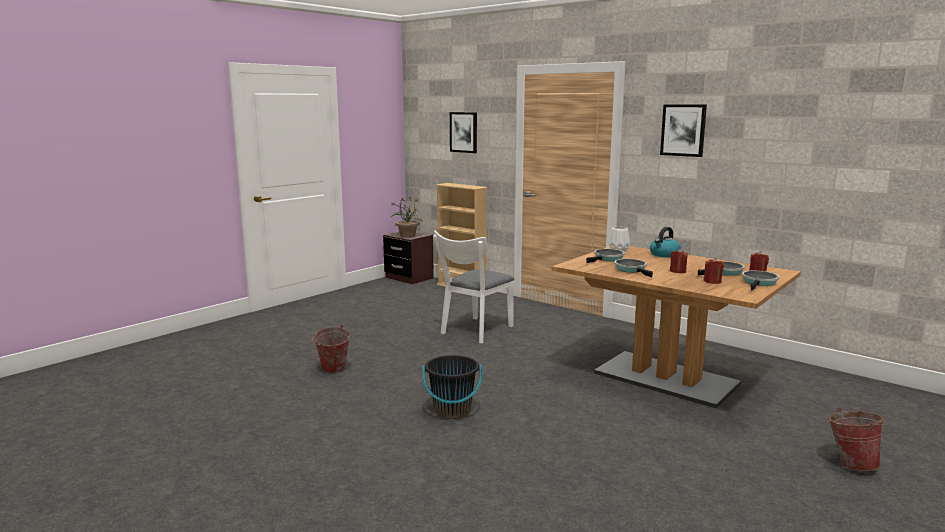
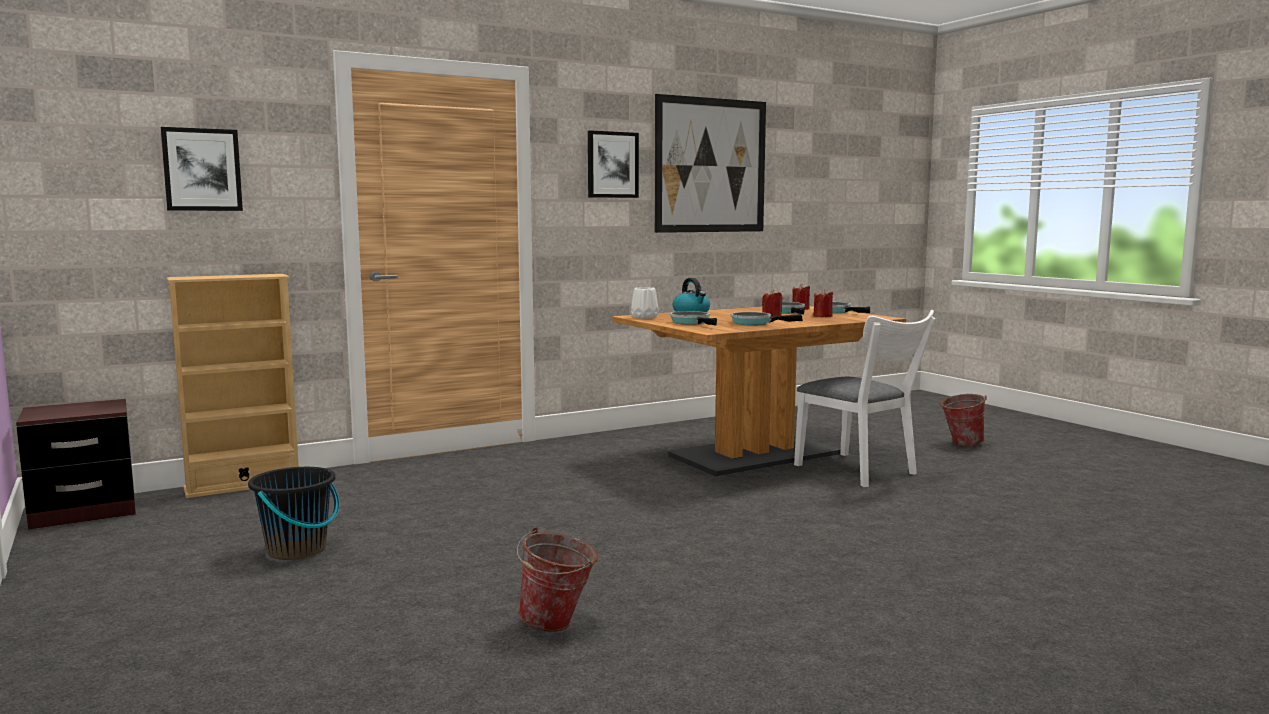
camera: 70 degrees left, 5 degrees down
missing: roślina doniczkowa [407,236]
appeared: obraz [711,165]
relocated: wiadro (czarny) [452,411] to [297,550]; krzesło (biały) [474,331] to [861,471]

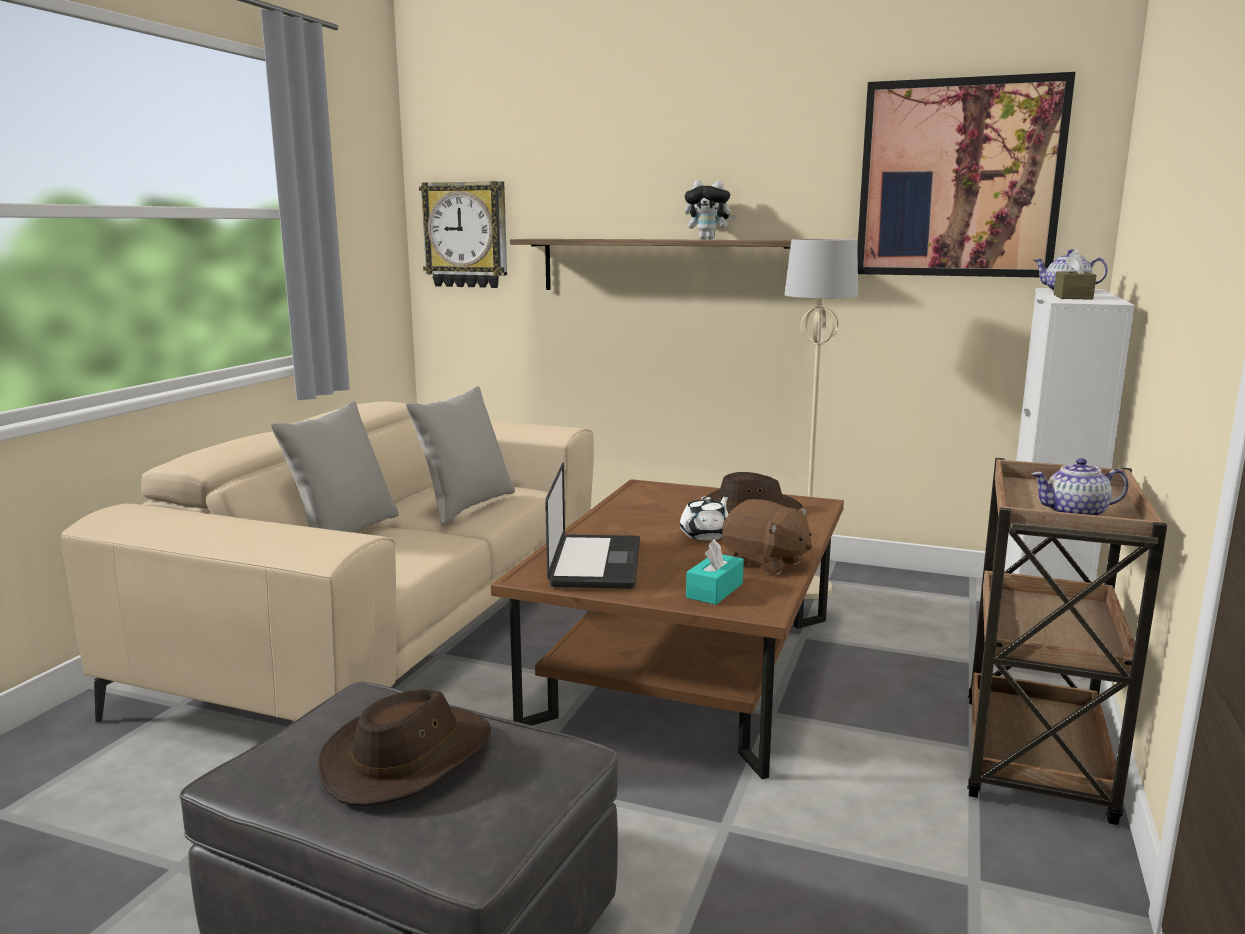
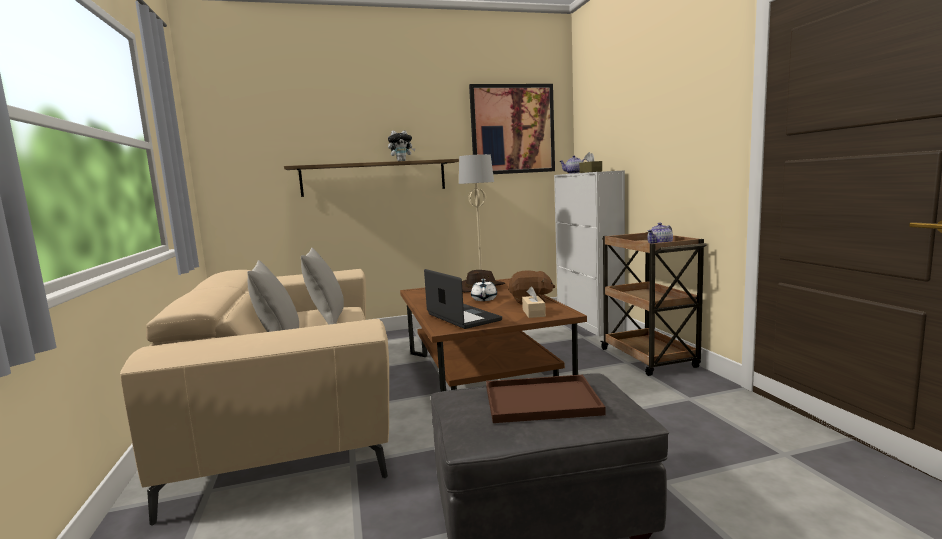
camera: 35 degrees left, 5 degrees down
missing: zegar ścienny [466,235]
exchanged: kapelusz (brązowy) [408,758] to taca (brązowy) [539,401]
colour: pudełko chusteczek (turkusowy) [714,590] to pudełko chusteczek (beżowy) [533,313]

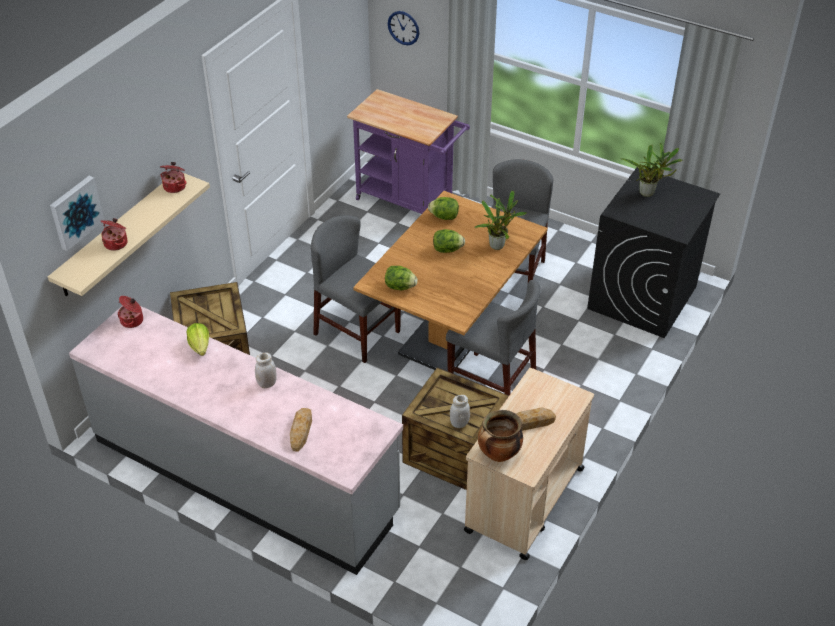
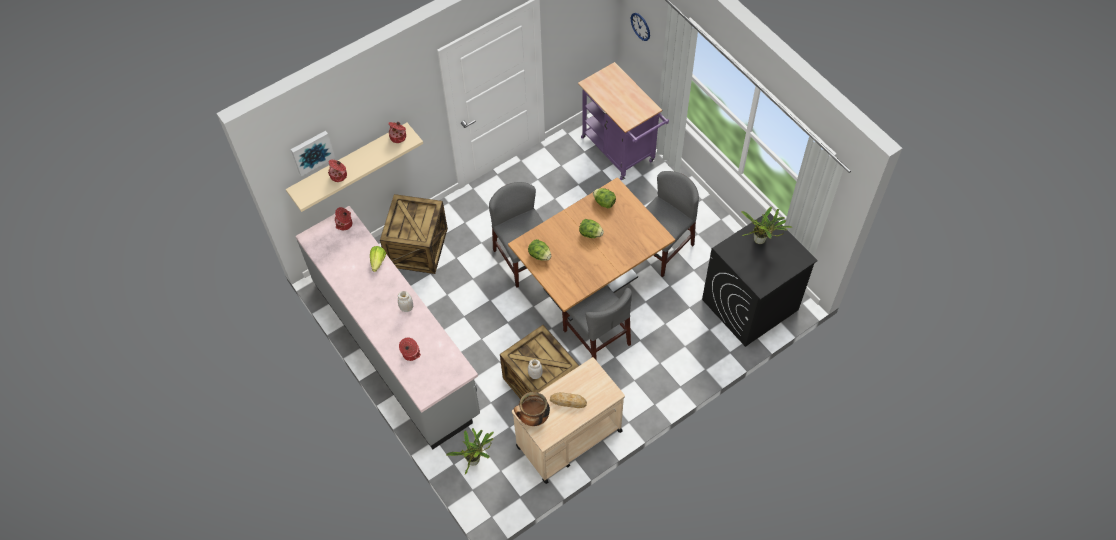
camera: 25 degrees right, 15 degrees up
relocated: roślina doniczkowa [498,245] to [475,460]
exchanged: chleb [301,431] to garnek [410,354]

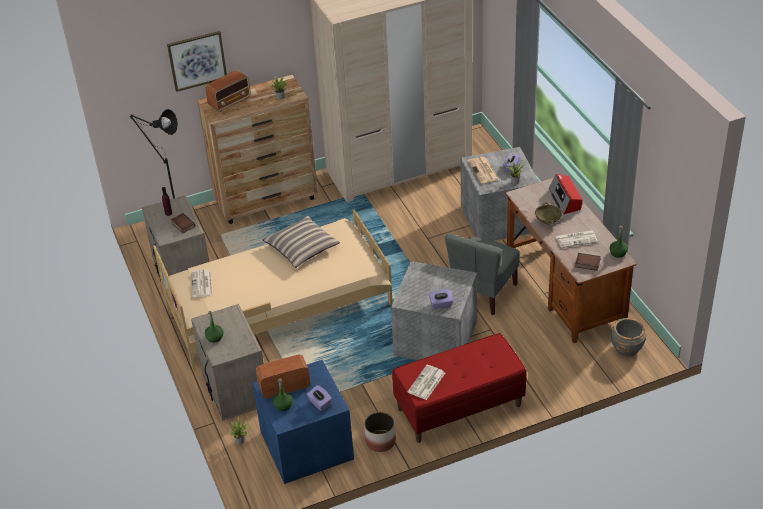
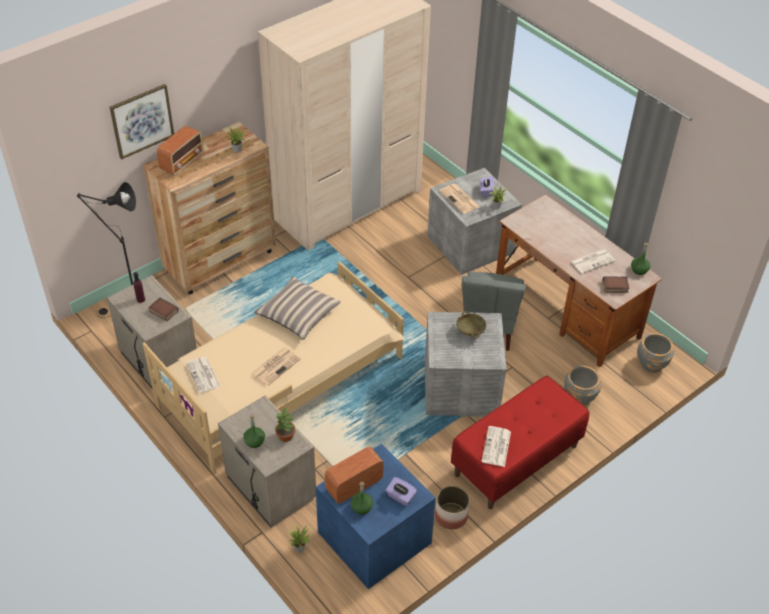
camera: 20 degrees left, 5 degrees up
missing: pudełko chusteczek (fioletowy) [441,304]; radio [565,199]
appeared: gazeta [276,366]; roślina doniczkowa [285,436]; donica (szary) [579,396]
relocated: miska (beżowy) [547,221] to [470,332]

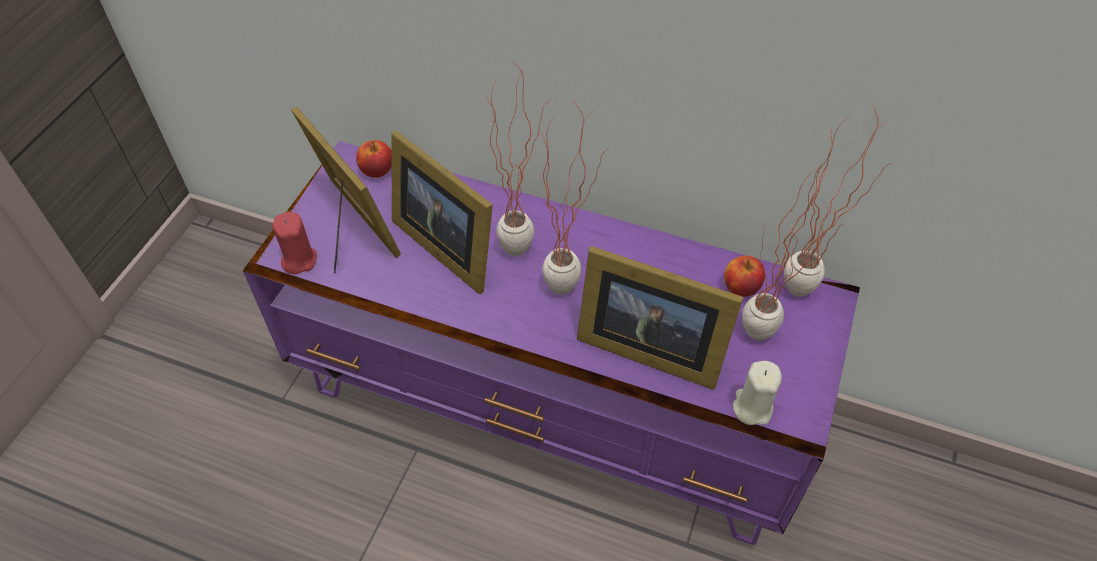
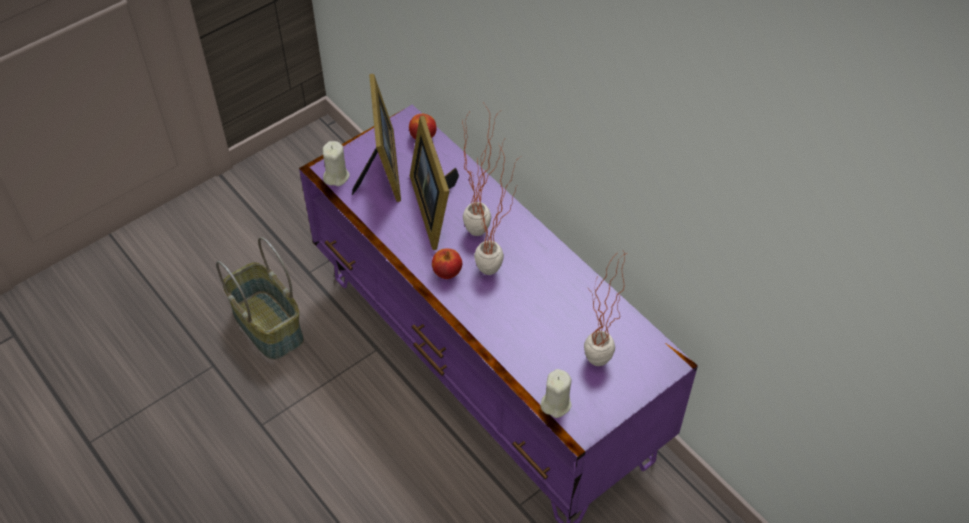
camera: 30 degrees right, 0 degrees up
missing: ramka na zdjęcie [646,346]; roślina doniczkowa [808,288]
appeared: koszyk [269,325]
relocated: jabłko [740,288] to [447,272]
colour: świeca (czerwony) [299,260] to świeca (beżowy) [336,176]

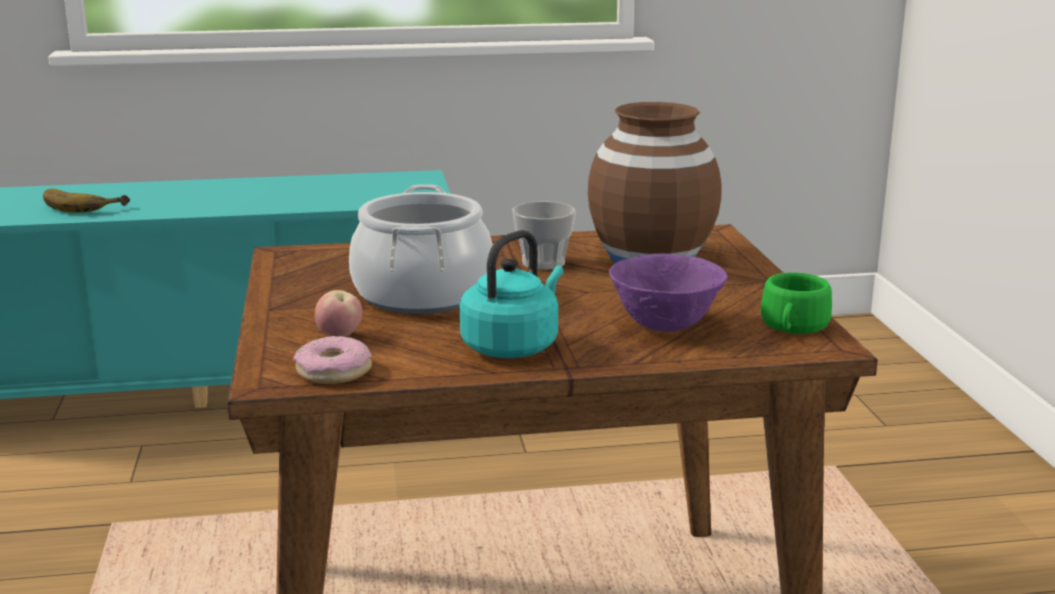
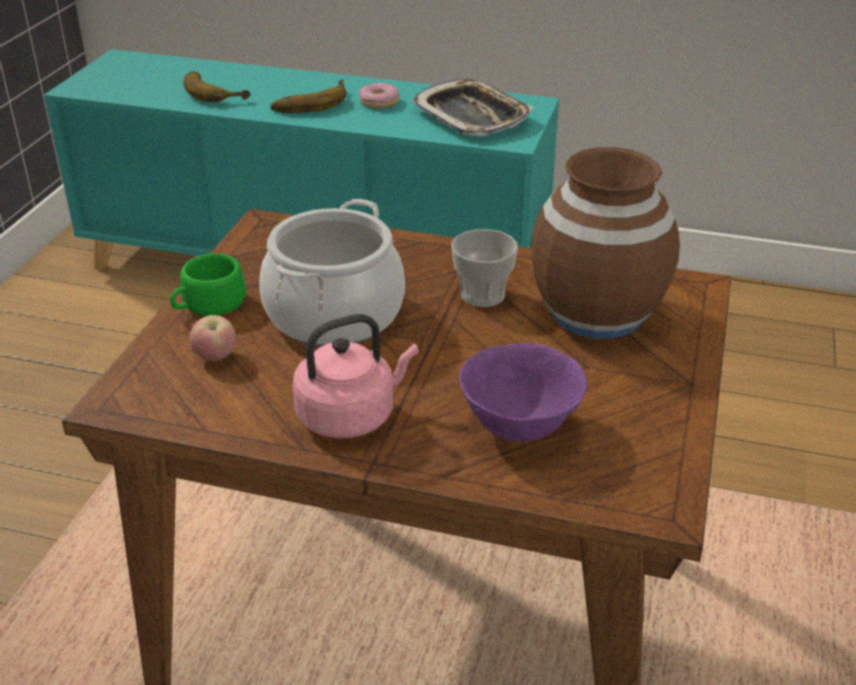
camera: 25 degrees right, 15 degrees up
appeared: banan [309,102]; taca [472,116]
relocated: donut [334,372] to [379,102]; filiżanka (zielony) [792,327] to [208,305]
colour: czajnik (turkusowy) [513,346] to czajnik (różowy) [351,416]

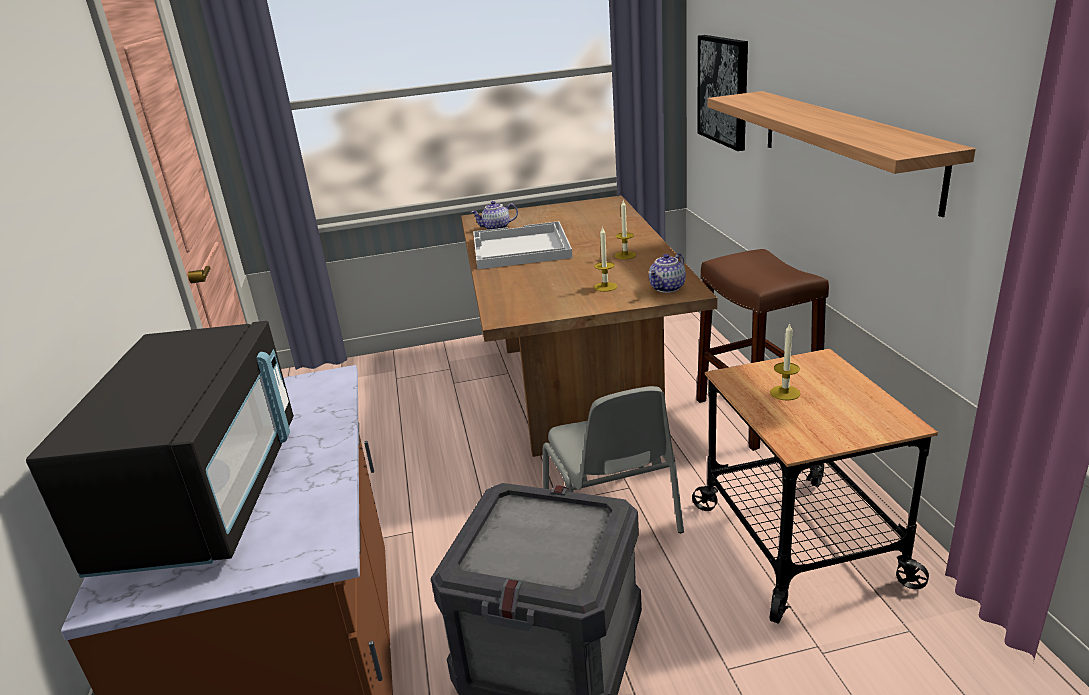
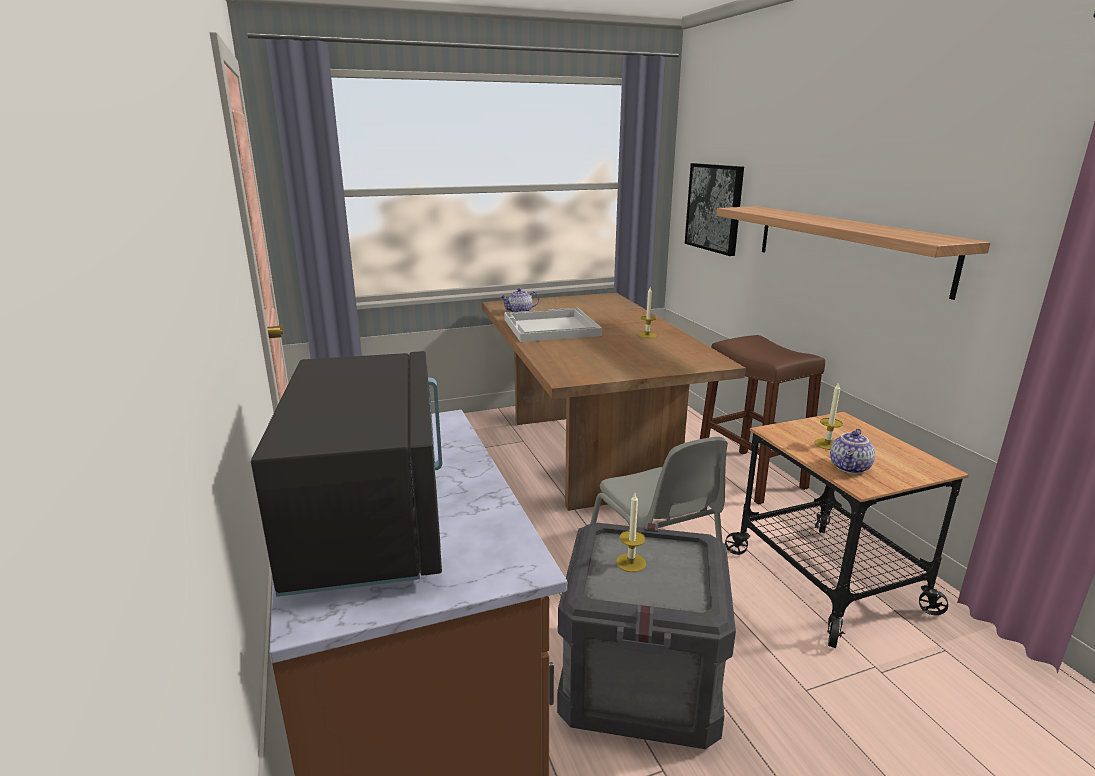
camera: 10 degrees left, 5 degrees down
relocated: świeca [605,287] to [631,562]; imbryk [667,288] to [850,468]

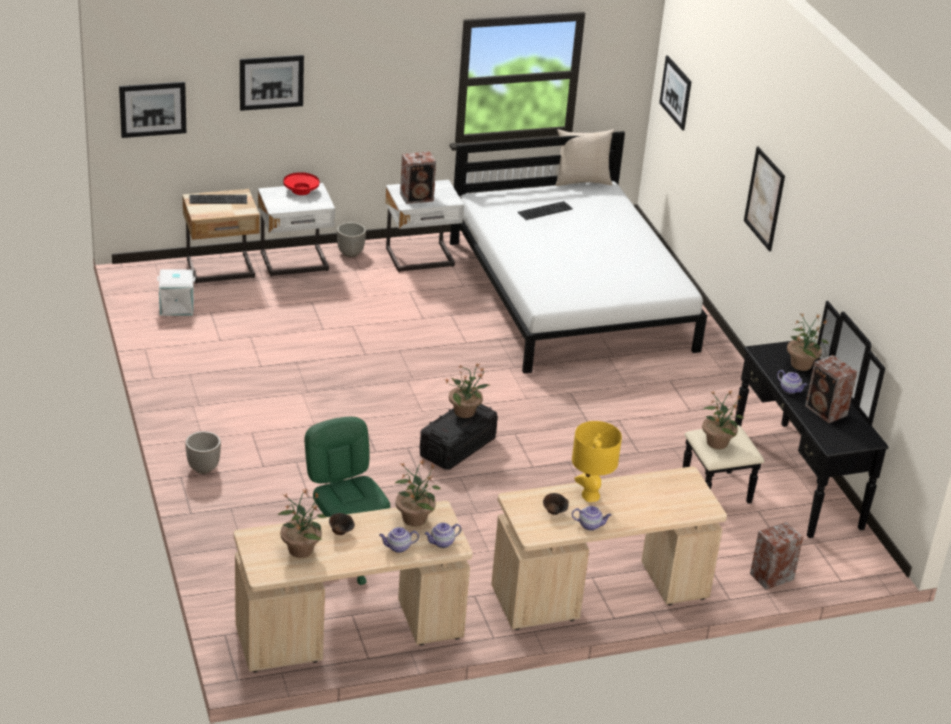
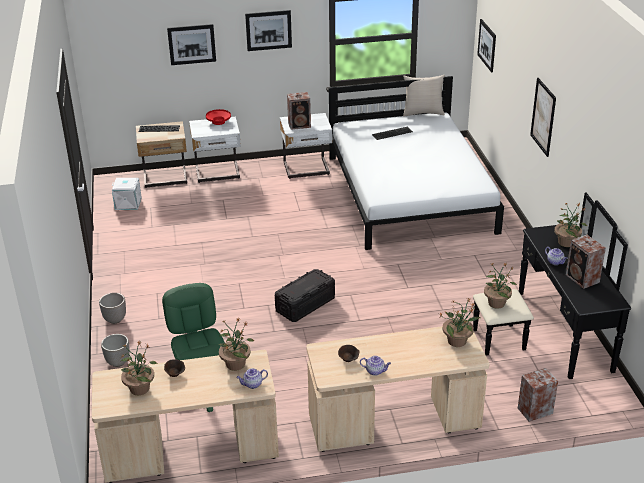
camera: 10 degrees right, 0 degrees up
missing: imbryk [398,547]; lampa stołowa (żółty) [590,496]
relocated: obraz [153,109] to [268,30]; donica [350,253] to [118,362]; roślina doniczkowa [465,412] to [457,341]

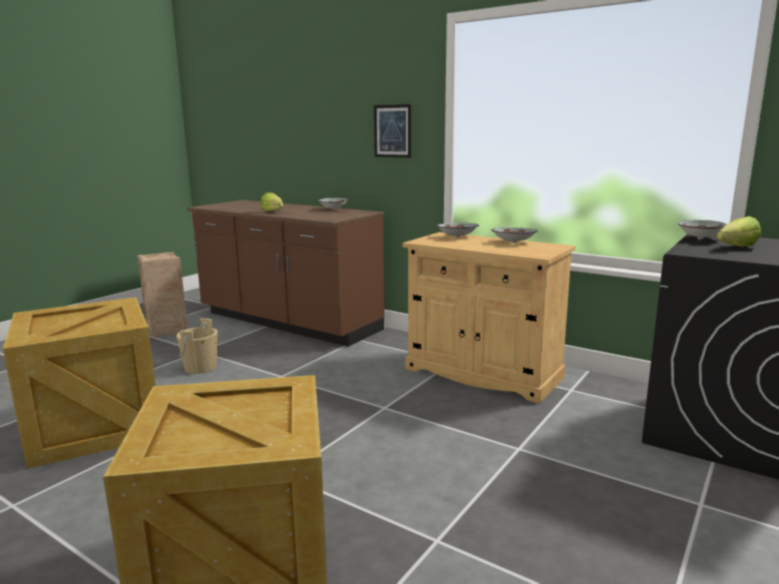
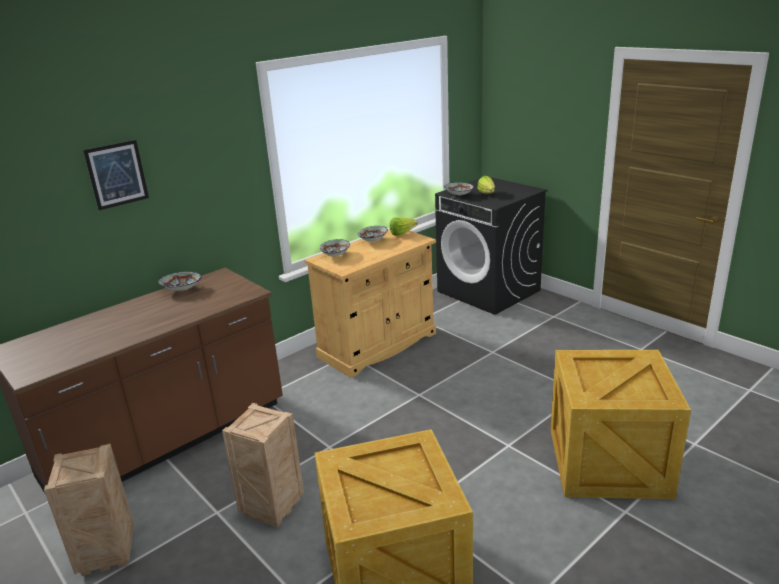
camera: 75 degrees left, 10 degrees up
relocated: sałata [274,212] to [404,233]; obraz [392,131] to [117,174]
exchanged: wiadro (beżowy) [200,367] to skrzynka [272,506]

